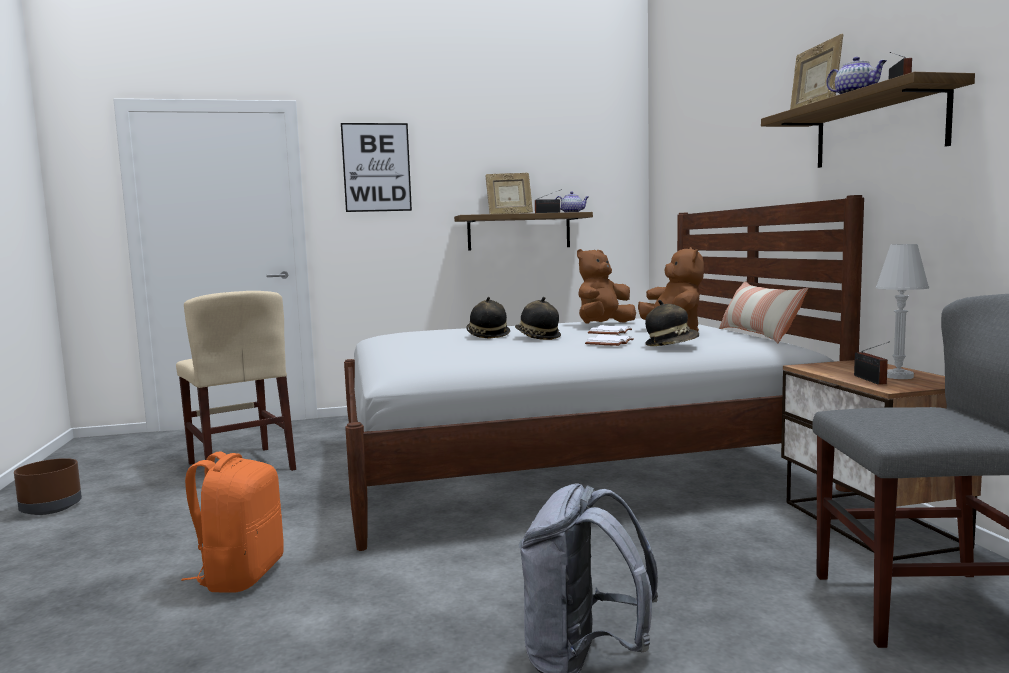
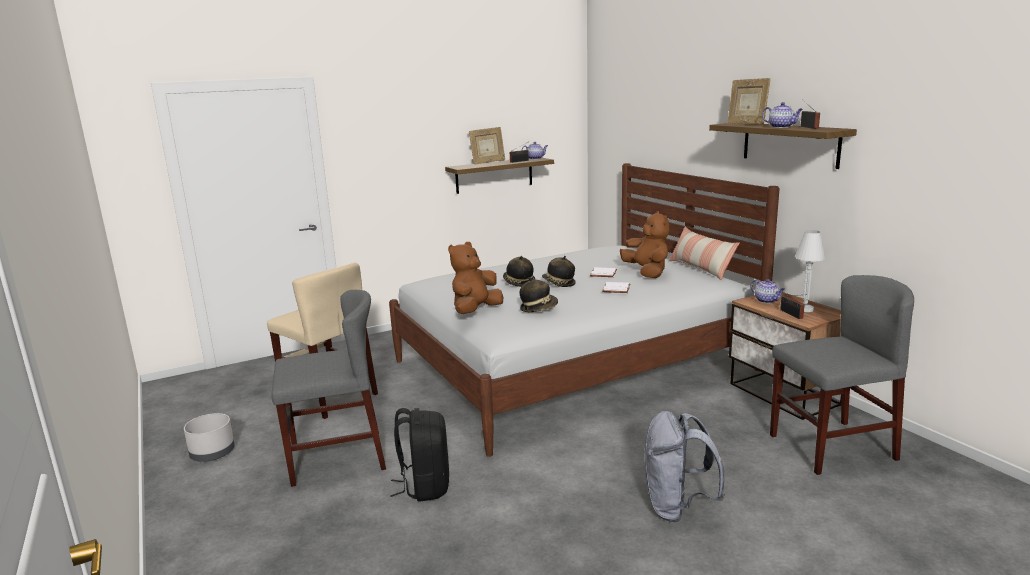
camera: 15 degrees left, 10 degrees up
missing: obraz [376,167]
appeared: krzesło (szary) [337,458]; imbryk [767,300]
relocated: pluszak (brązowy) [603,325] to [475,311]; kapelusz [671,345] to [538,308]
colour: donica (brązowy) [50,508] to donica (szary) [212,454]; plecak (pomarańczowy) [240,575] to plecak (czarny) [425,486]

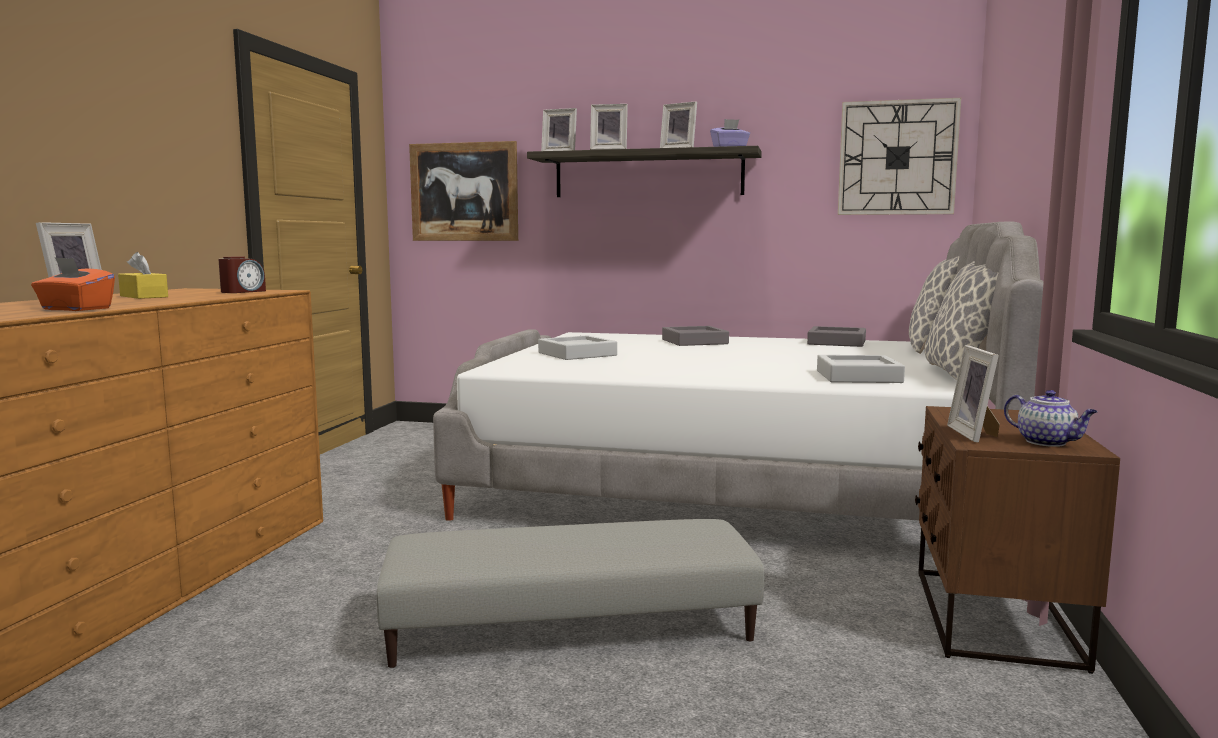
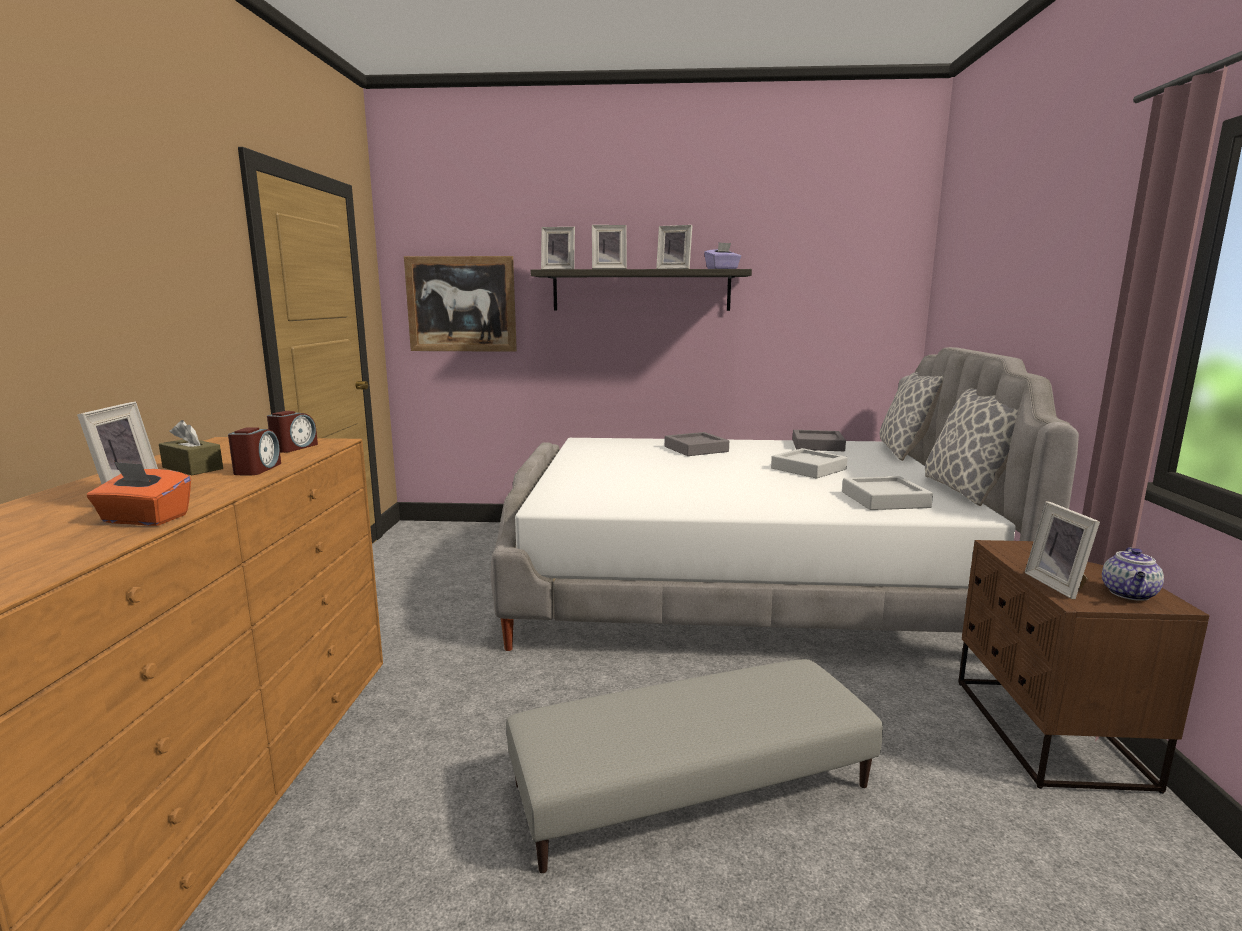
camera: 10 degrees left, 5 degrees up
missing: zegar ścienny [897,158]
appeared: budzik [257,469]
relocated: taca (szary) [577,354] to [808,469]
colour: pudełko chusteczek (żółty) [144,296] to pudełko chusteczek (brązowy) [192,468]
spun: imbryk [1047,442] = [1129,594] 75 degrees clockwise

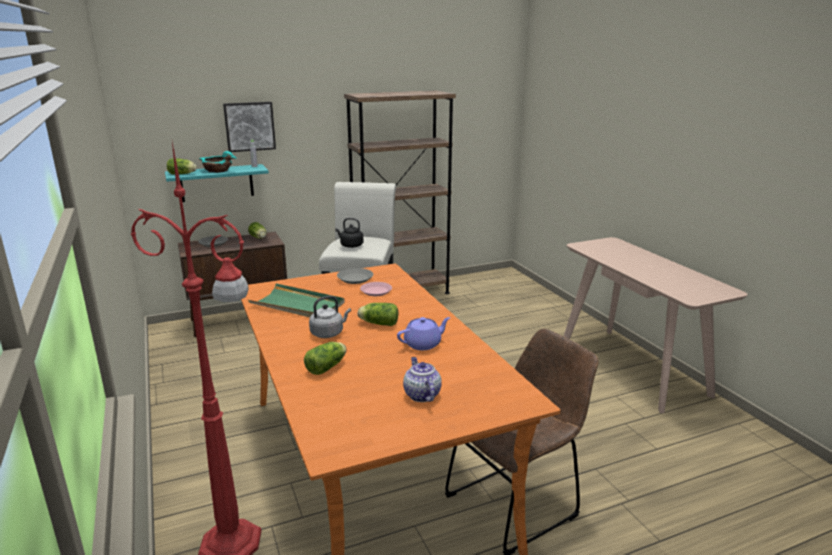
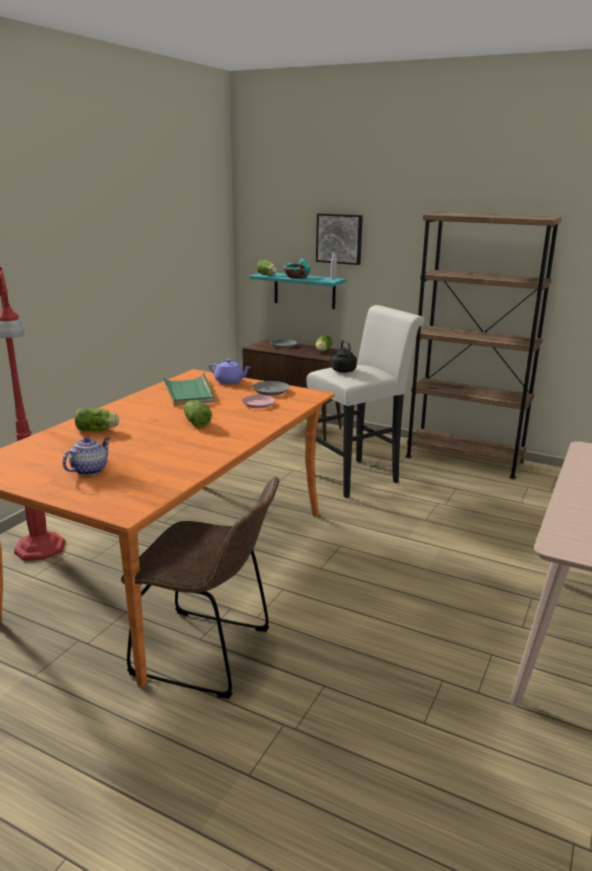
camera: 50 degrees right, 0 degrees up
missing: czajnik (szary) [328,333]
relocated: imbryk (fioletowy) [423,344] to [230,381]

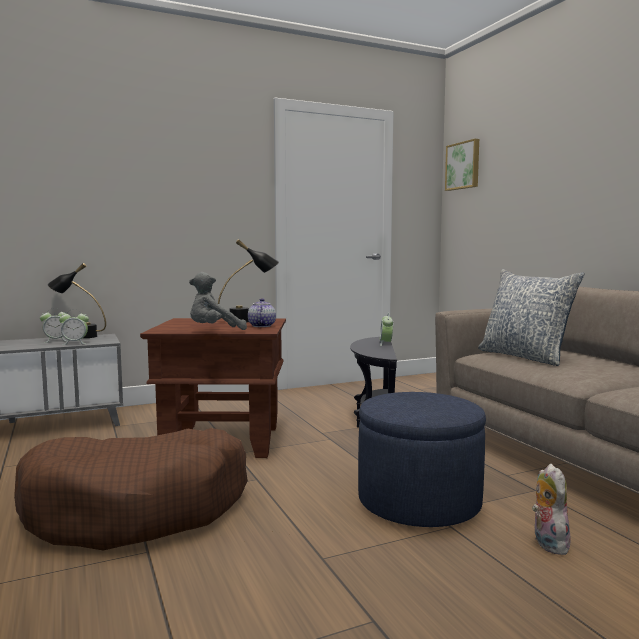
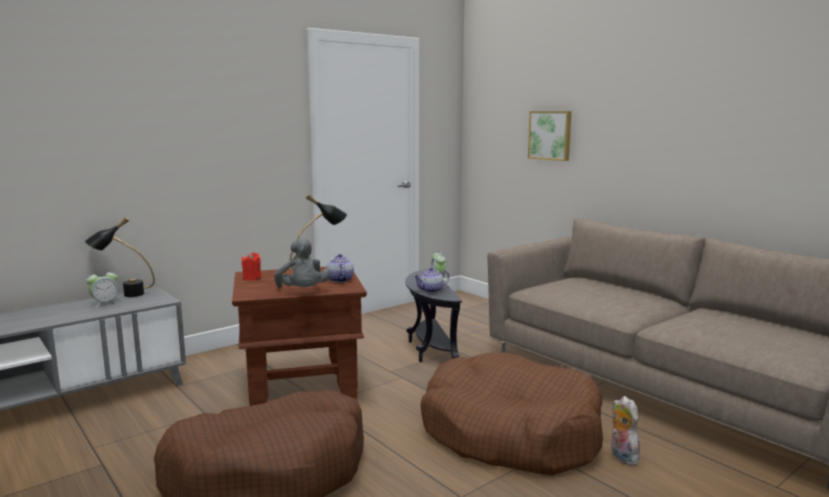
camera: 15 degrees left, 5 degrees up
missing: budzik [75,343]; poduszka [525,357]
appeared: świeca (czerwony) [252,278]; imbryk [431,290]
relocated: obraz [463,165] to [550,135]
exchanged: pufa (niebieski) [419,501] to legowisko (brązowy) [510,433]
spun: pluszak (szary) [214,331] = [303,292] 75 degrees counterclockwise

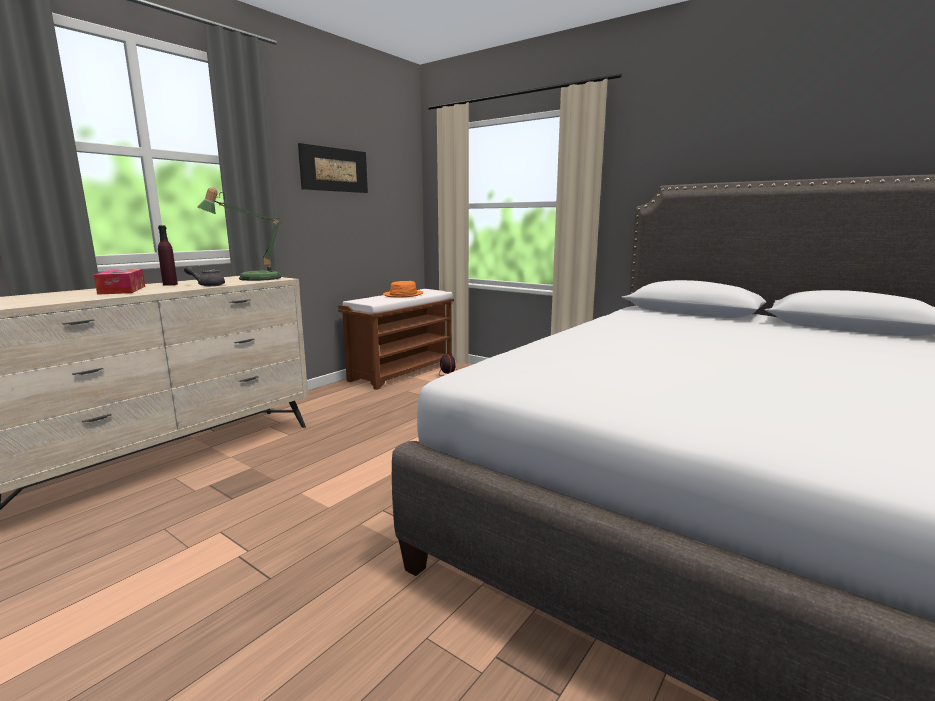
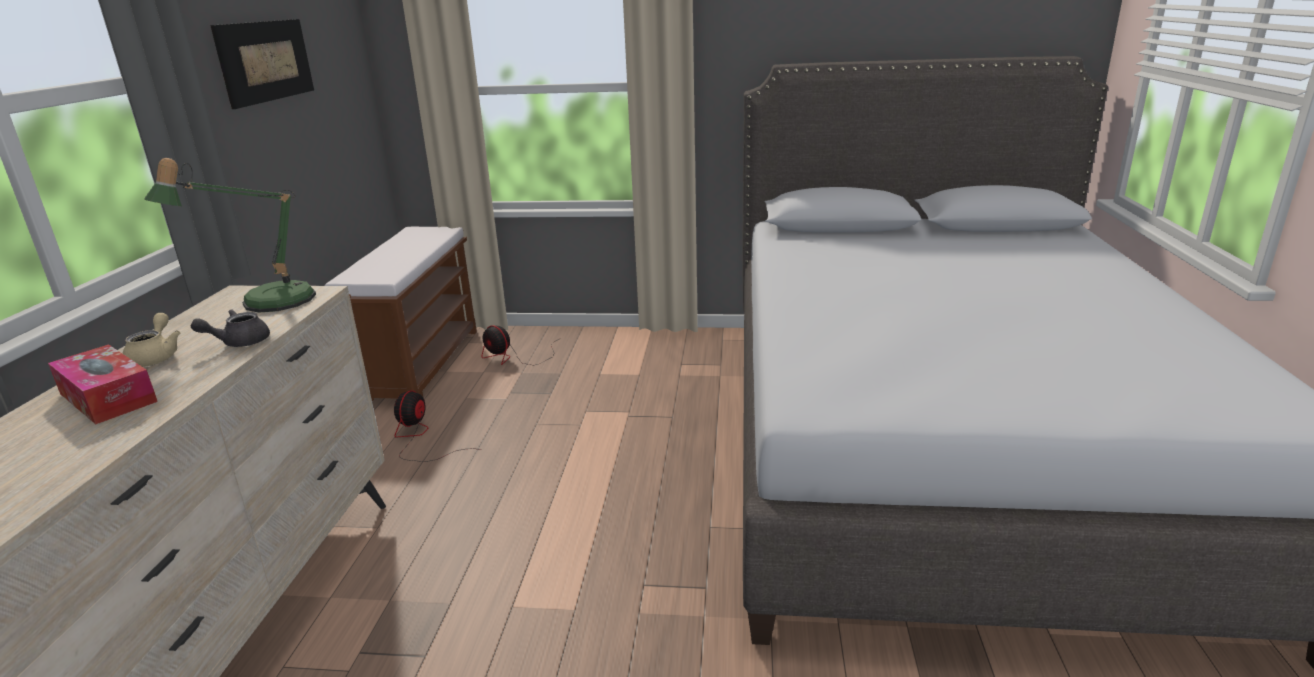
camera: 30 degrees left, 10 degrees up
missing: kapelusz (pomarańczowy) [403,295]
appeared: wentylator [420,438]
exchanged: butelka (fioletowy) [170,284] to imbryk (beżowy) [156,357]

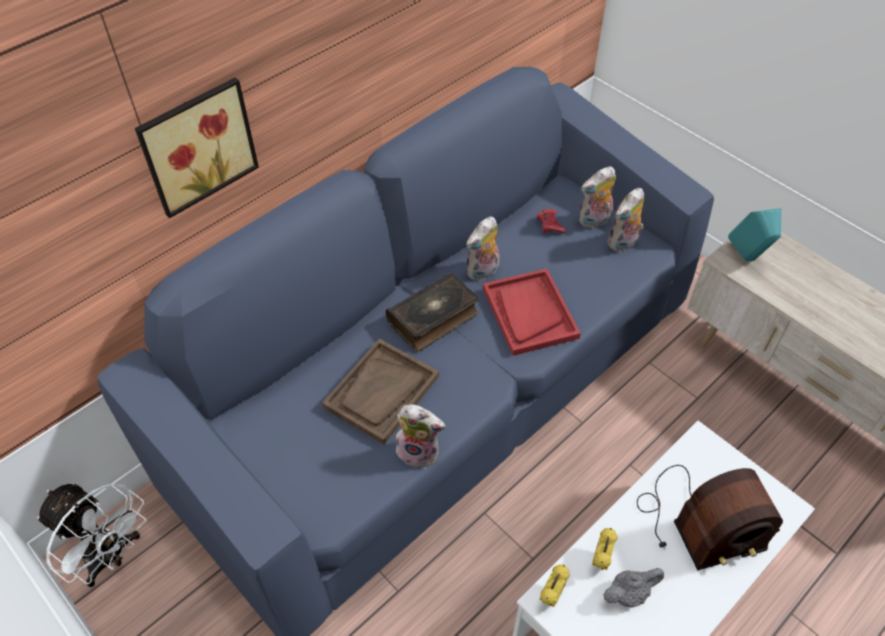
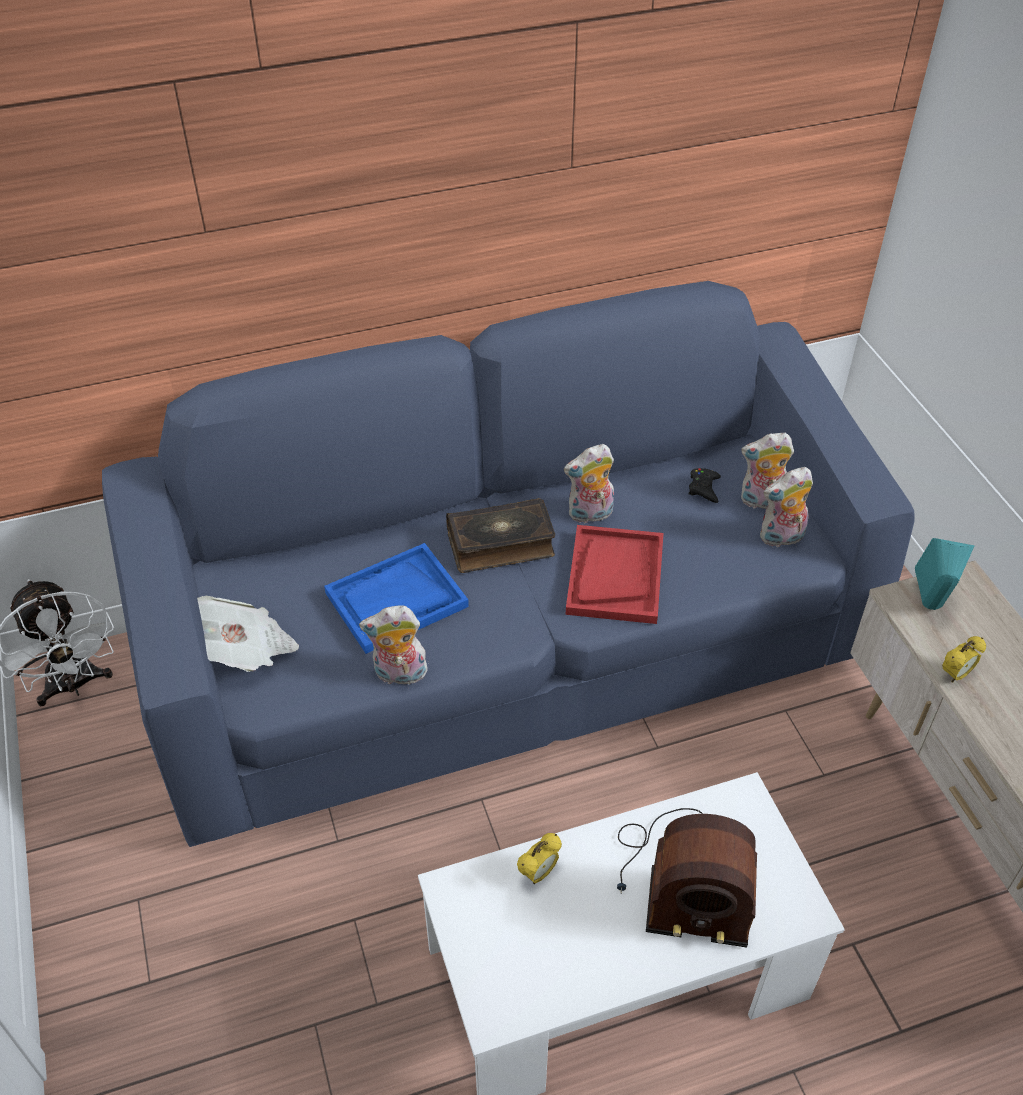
camera: 25 degrees right, 5 degrees down
missing: obraz [196,145]; imbryk (szary) [629,593]
appeared: gazeta [243,651]
relocated: budzik [551,596] to [955,675]
colour: taca (brązowy) [381,392] to taca (niebieski) [396,600]; pad do gier (czerwony) [550,224] to pad do gier (czarny) [704,488]
spun: pluszak [419,451] = [399,675] 135 degrees clockwise

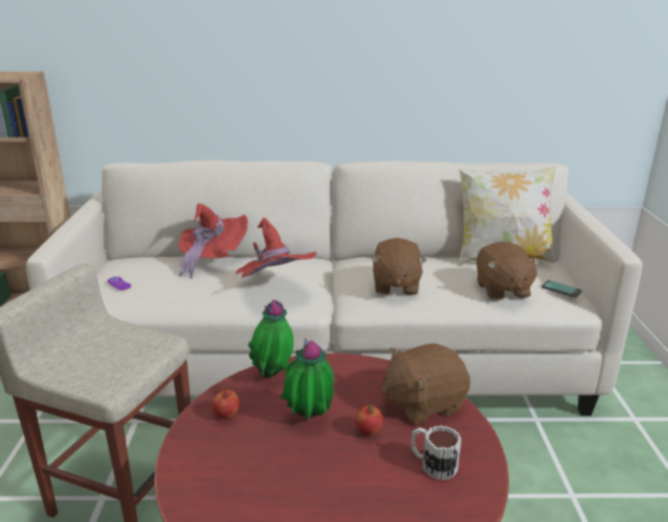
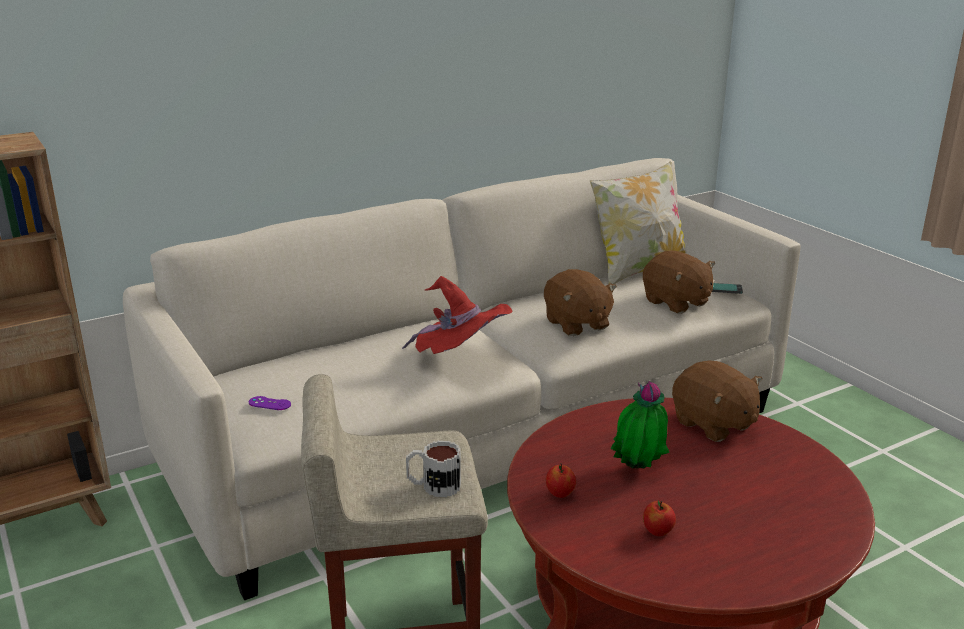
camera: 30 degrees left, 0 degrees up
missing: kapelusz (czerwony) [211,258]; roślina doniczkowa [273,376]
relocated: jabłko [368,431] to [658,531]; kubek [432,464] to [433,485]
spun: pluszak (brązowy) [423,403] = [713,424] 75 degrees counterclockwise

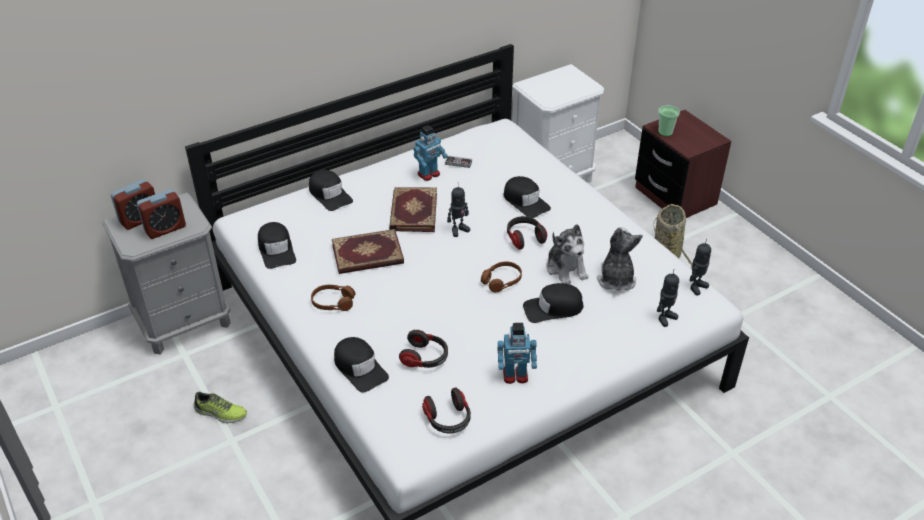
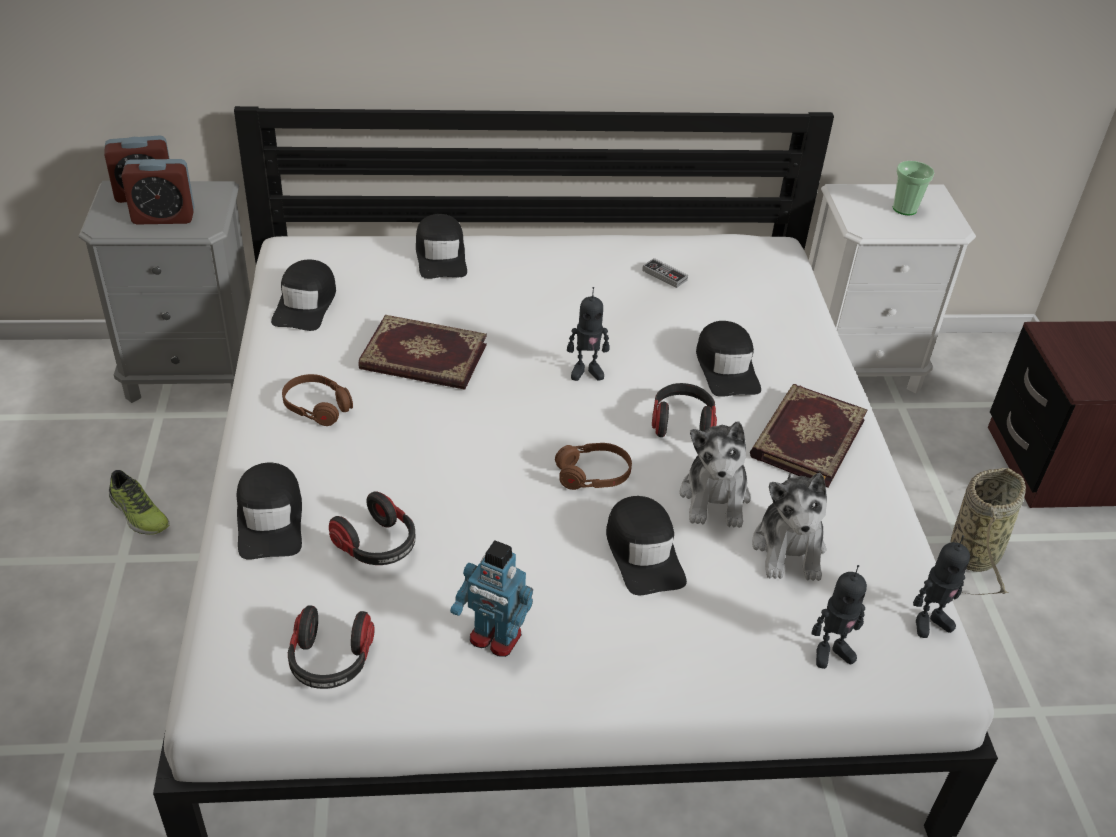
camera: 25 degrees right, 0 degrees up
missing: robot zabawkowy [429,174]
relocated: książka [412,212] to [806,437]; filiżanka [665,132] to [904,209]
spun: czapka z daszkiem (czarny) [553,308] = [643,553] 120 degrees counterclockwise; pluszak [616,279] = [789,549] 150 degrees clockwise

